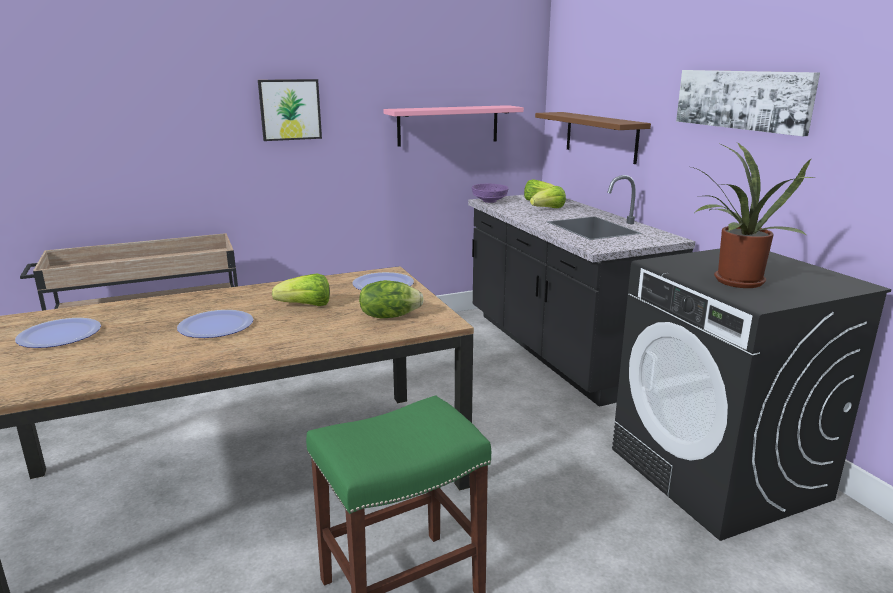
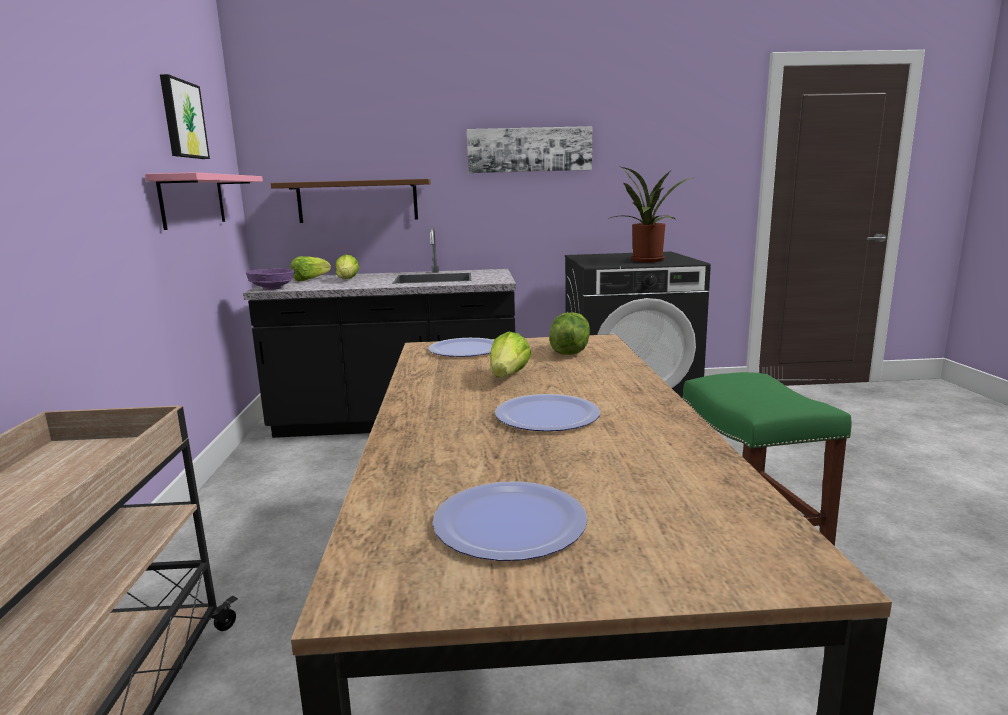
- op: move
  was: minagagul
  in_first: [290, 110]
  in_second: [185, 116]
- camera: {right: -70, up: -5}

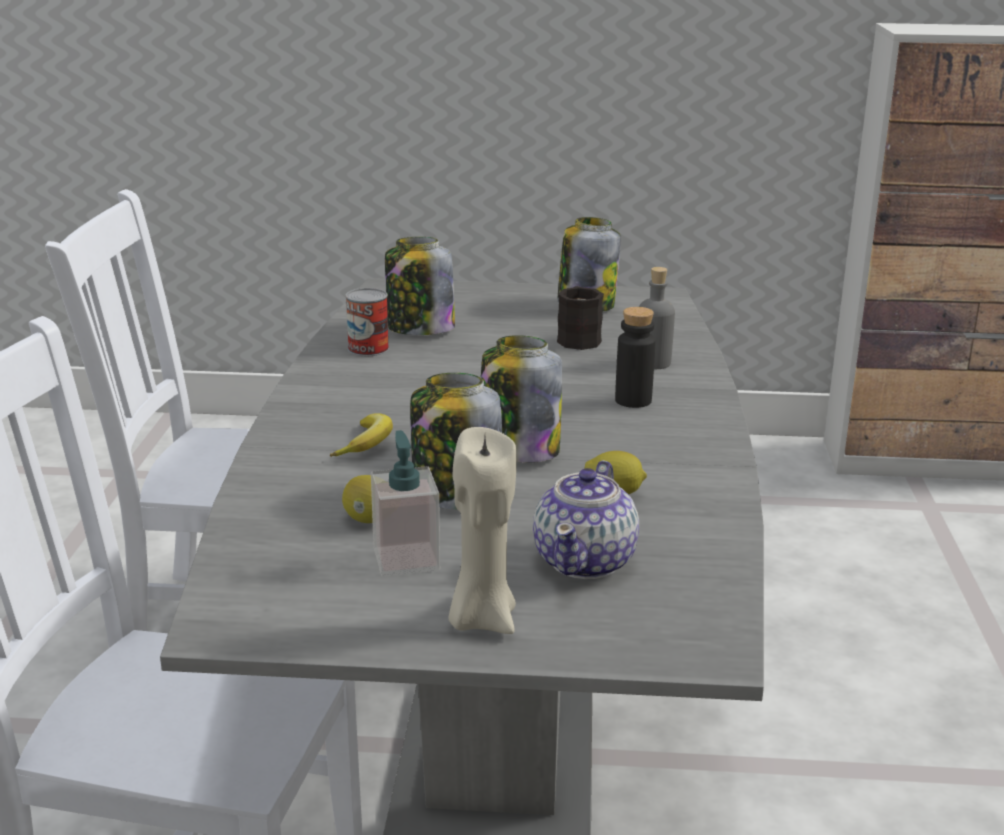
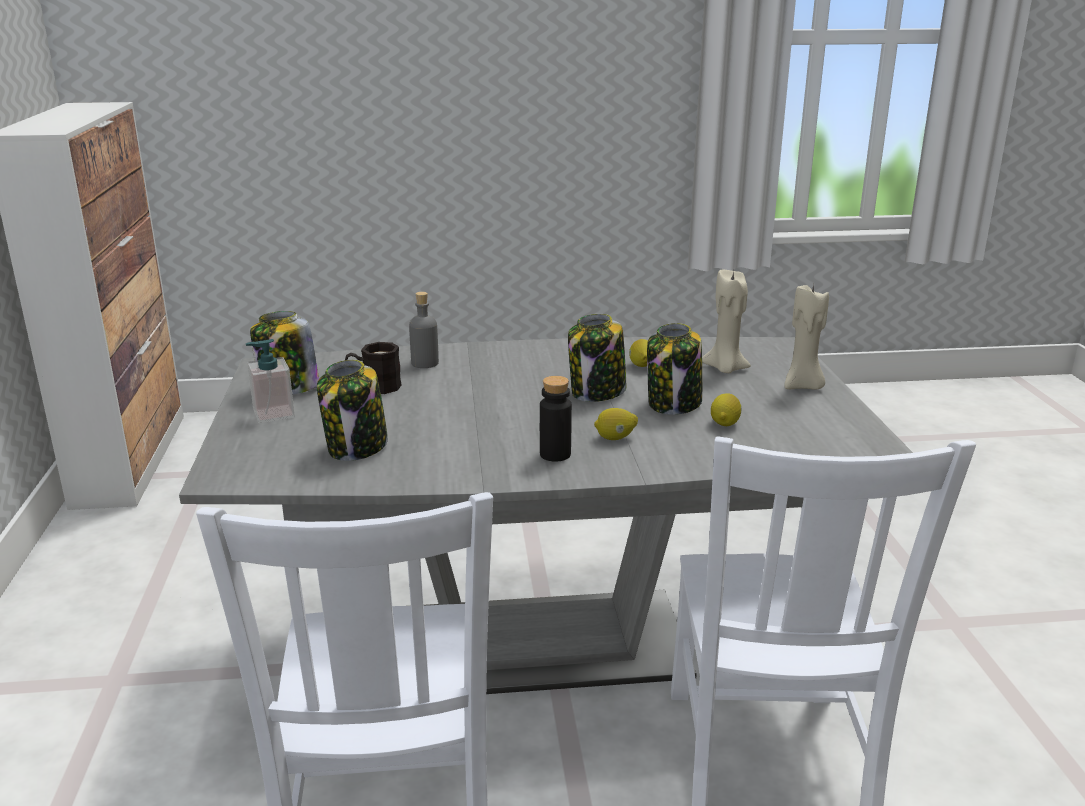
- op: move
  was: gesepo
  in_first: [405, 503]
  in_second: [270, 381]
- op: move
  was: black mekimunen
  in_first: [635, 357]
  in_second: [556, 419]
- op: replace
  was: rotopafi
  now: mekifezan
  in_first: [361, 435]
  in_second: [616, 424]
- op: replace
  was: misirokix
  now: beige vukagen
  in_first: [586, 519]
  in_second: [726, 321]
- op: delete
  was: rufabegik
  in_first: [367, 322]
- camera: {right: -100, up: 0}

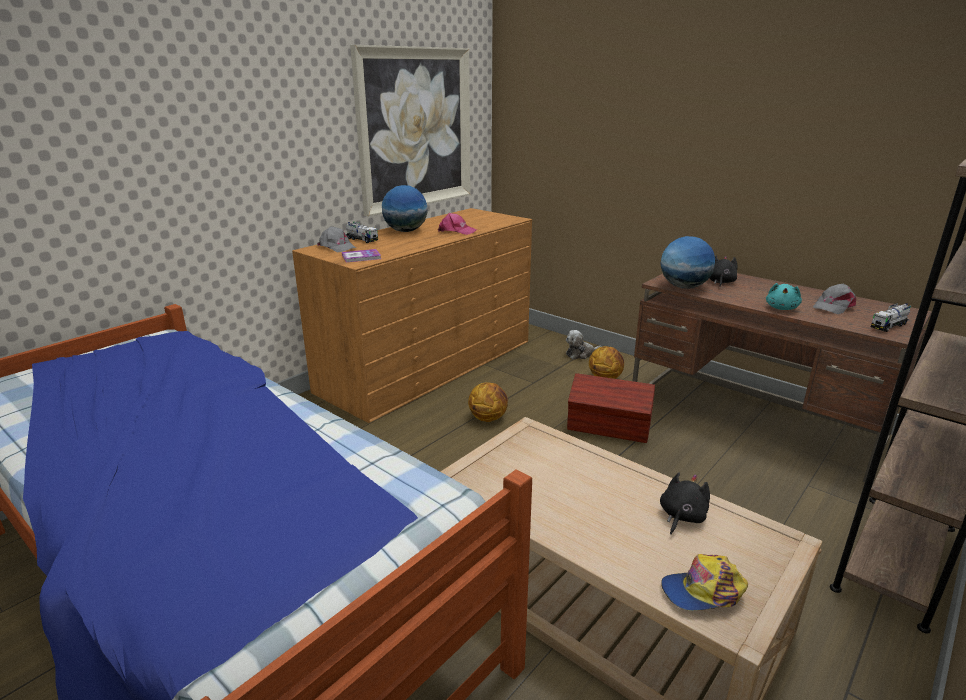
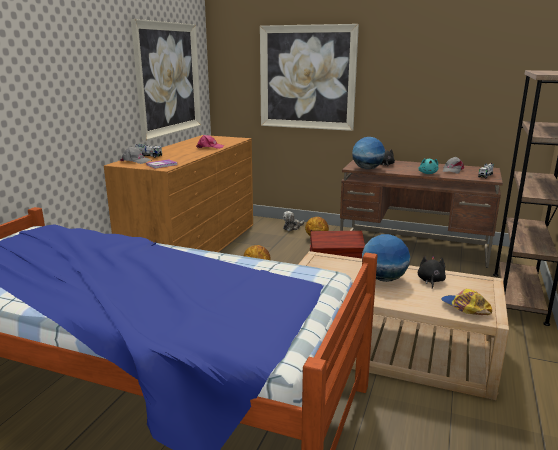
- op: insert
  now: minagagul
  in_second: [309, 77]
- op: move
  was: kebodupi
  in_first: [405, 208]
  in_second: [386, 258]
- op: rotate
  was: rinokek
  in_first: [704, 582]
  in_second: [466, 302]
  clockwise: 90
- camera: {right: -20, up: -5}

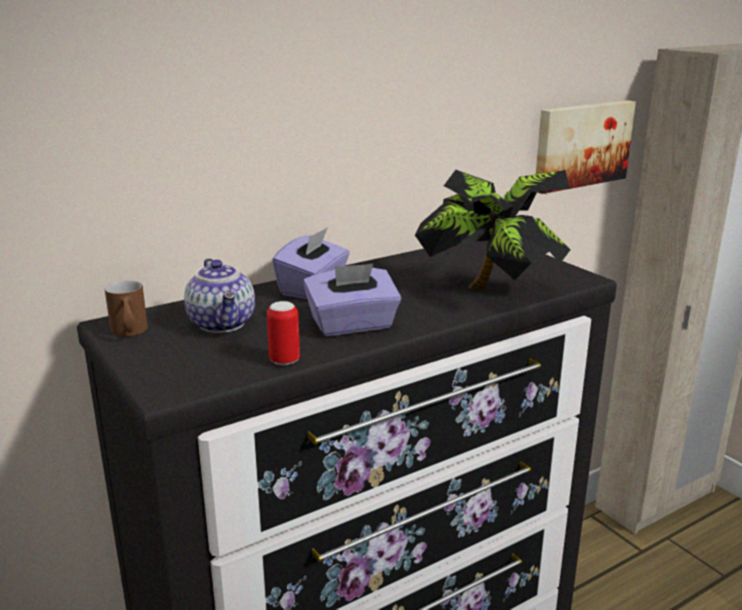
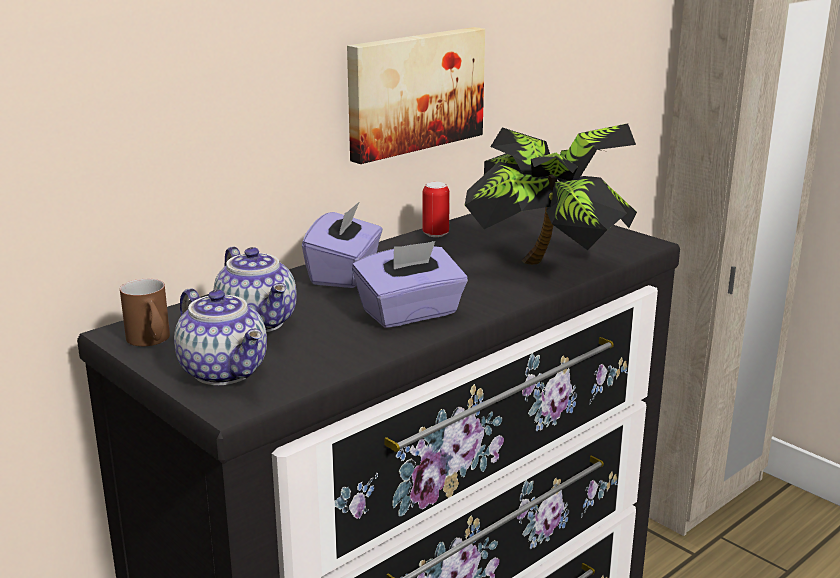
- op: insert
  now: misirokix
  in_second: [220, 336]
- op: move
  was: minagagul
  in_first: [586, 147]
  in_second: [416, 95]
- op: move
  was: rufabegik
  in_first: [283, 333]
  in_second: [436, 209]
- camera: {right: -10, up: 0}

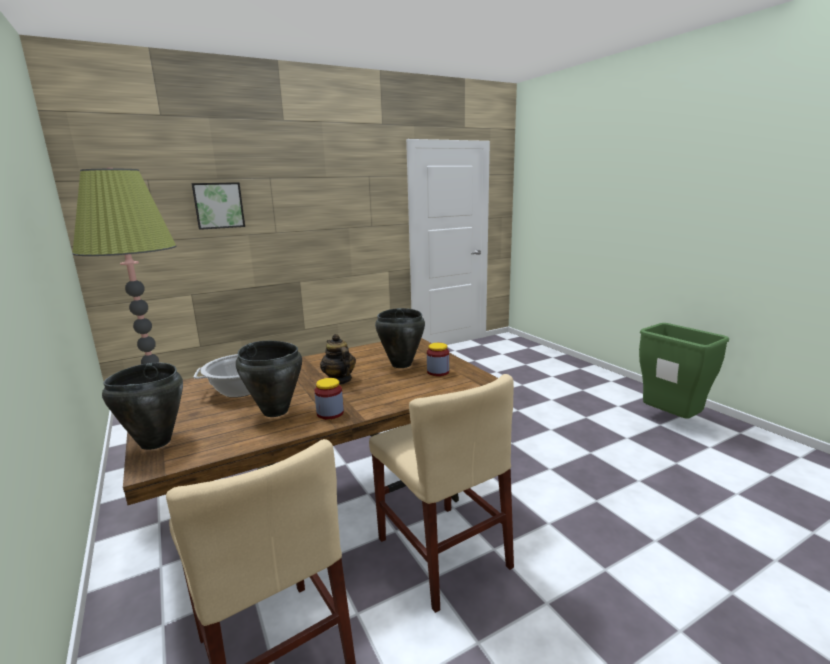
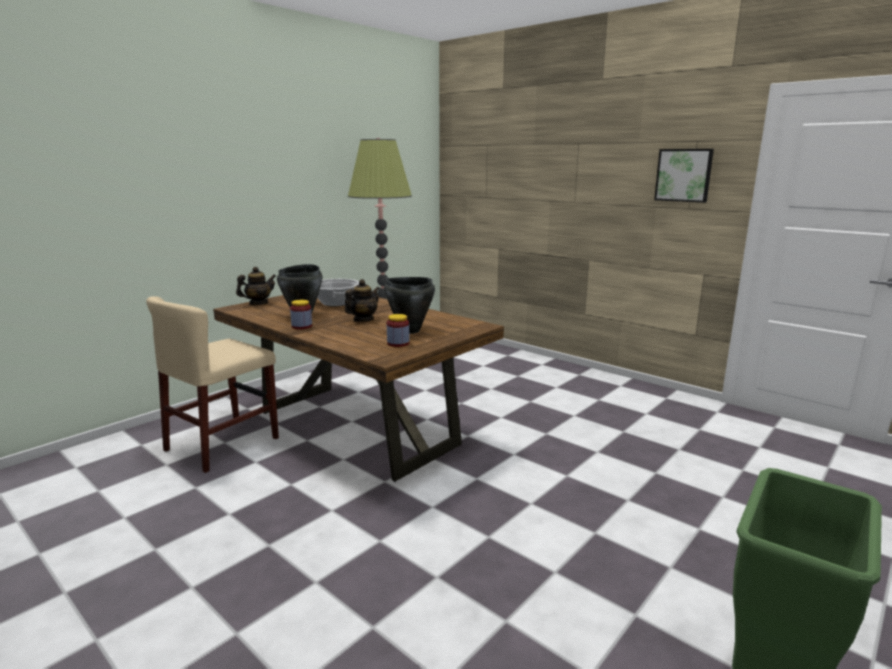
- op: replace
  was: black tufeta
  now: misirokix
  in_first: [142, 406]
  in_second: [256, 286]
- op: move
  was: minagagul
  in_first: [218, 206]
  in_second: [684, 176]
- op: delete
  was: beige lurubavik
  in_first: [441, 493]
- camera: {right: 70, up: 0}

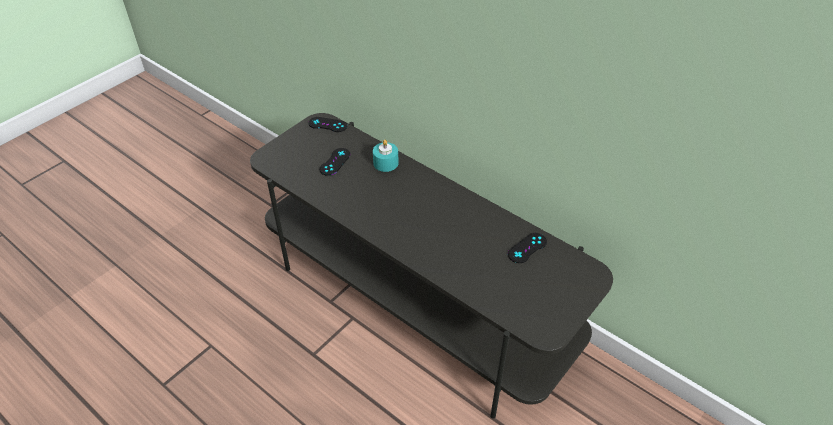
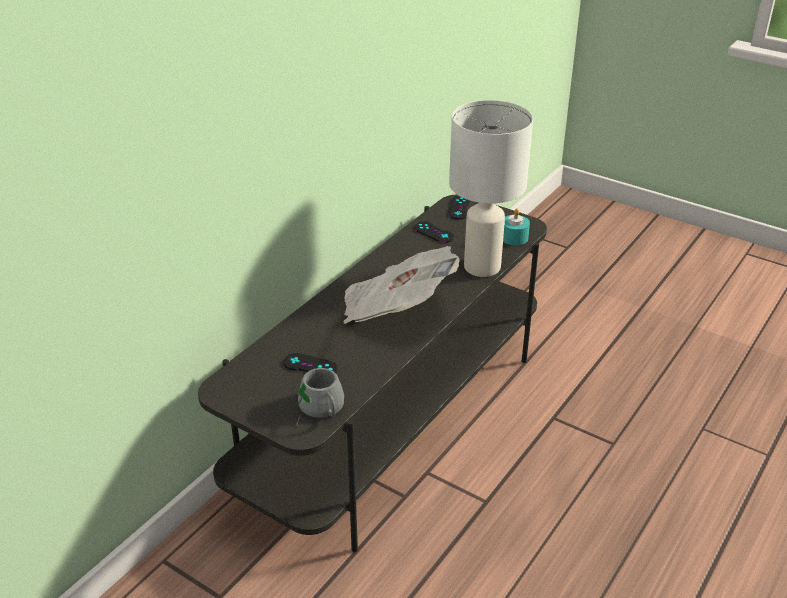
- op: insert
  now: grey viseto
  in_second: [320, 397]
- op: insert
  now: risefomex
  in_second: [401, 285]
- op: move
  was: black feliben
  in_first: [327, 124]
  in_second: [459, 208]
- op: insert
  now: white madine
  in_second: [491, 188]
- op: move
  was: turquoise vukagen
  in_first: [386, 156]
  in_second: [516, 227]
- camera: {right: -95, up: -10}

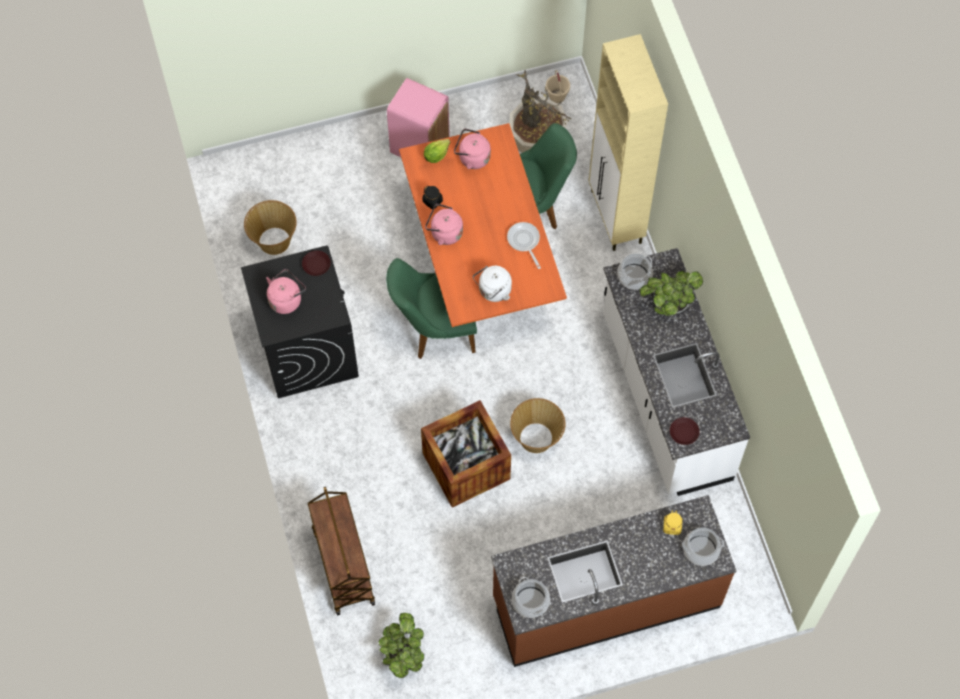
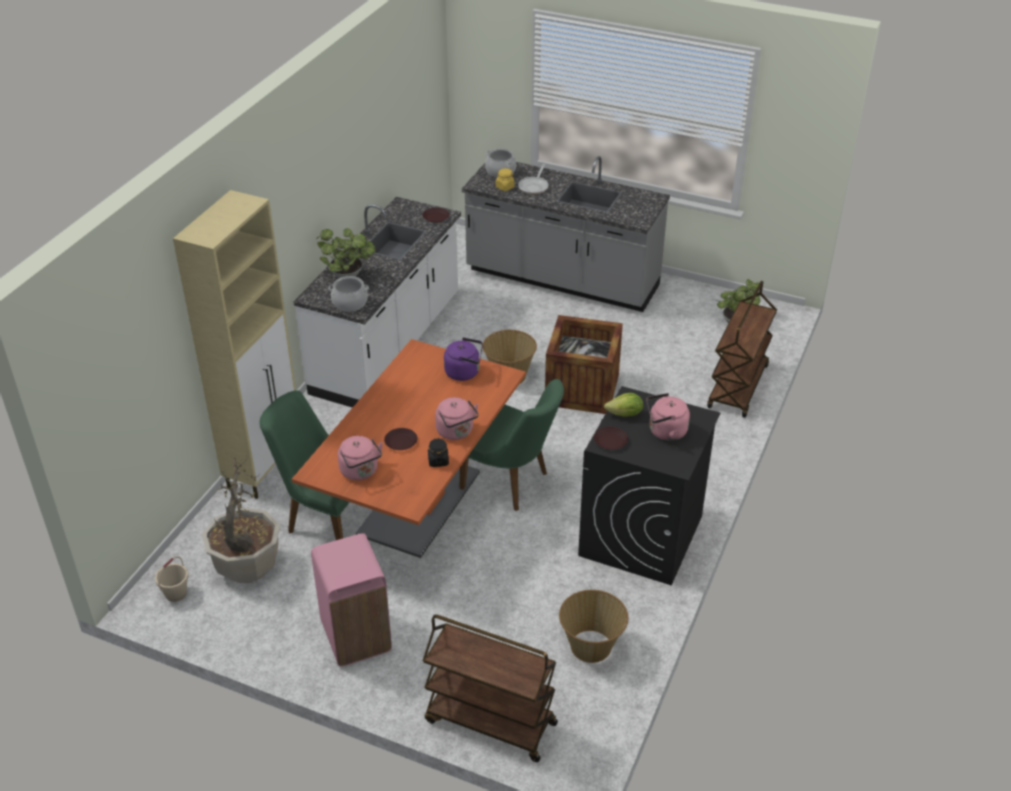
- op: insert
  now: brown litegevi
  in_second: [401, 439]
- op: insert
  now: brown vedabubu
  in_second: [490, 688]
- op: recolor
  was: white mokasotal
  now: purple mokasotal
  in_first: [492, 284]
  in_second: [463, 359]
- op: recolor
  was: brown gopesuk
  now: grey gopesuk
  in_first: [613, 581]
  in_second: [566, 234]
- op: move
  was: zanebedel
  in_first: [524, 245]
  in_second: [533, 179]
- op: move
  was: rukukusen
  in_first: [437, 151]
  in_second: [623, 405]
- op: delete
  was: tufeta
  in_first: [531, 597]
- camera: {right: -140, up: -25}

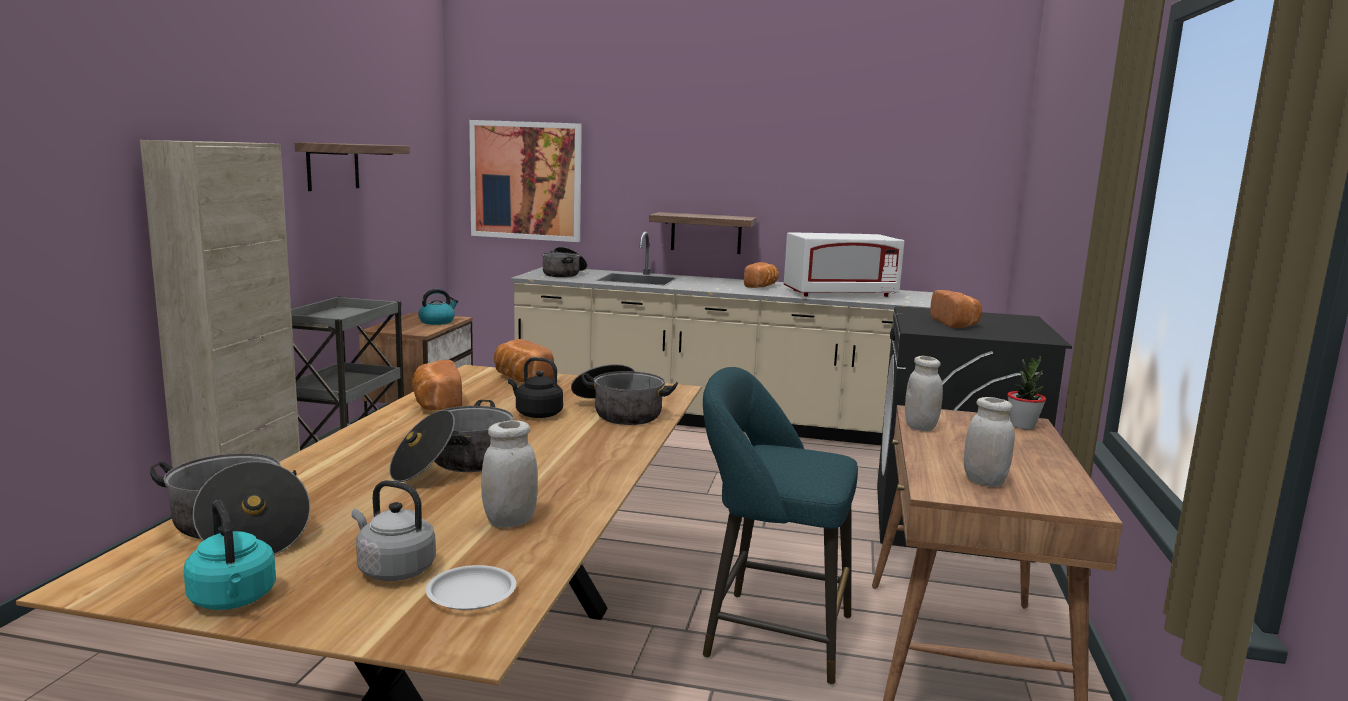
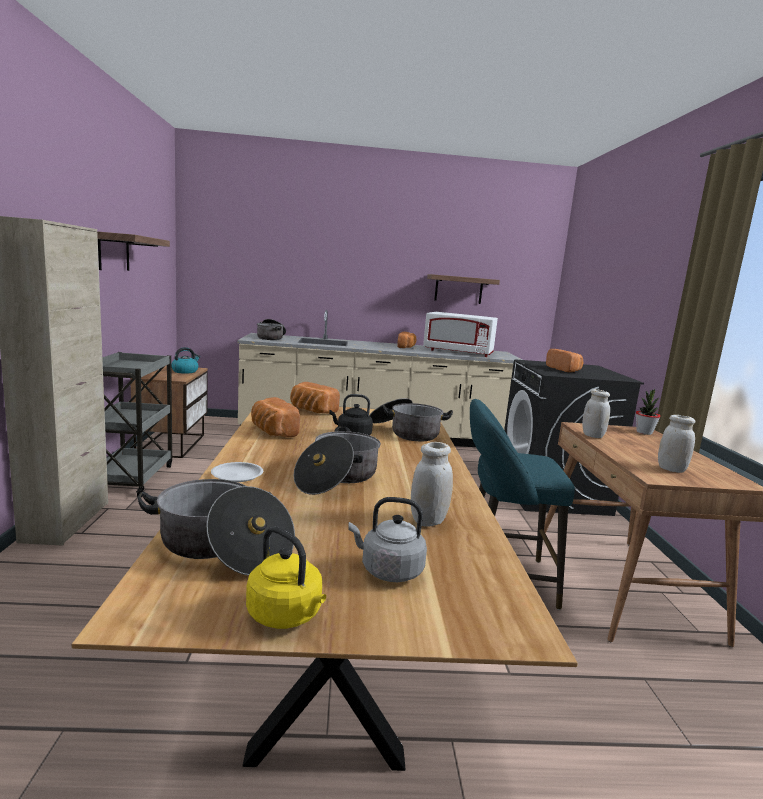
- op: move
  was: white litegevi
  in_first: [471, 587]
  in_second: [237, 472]
- op: recolor
  was: turquoise mokasotal
  now: yellow mokasotal
  in_first: [230, 555]
  in_second: [286, 577]
- op: rotate
  was: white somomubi
  in_first: [844, 264]
  in_second: [460, 334]
  clockwise: 45
- op: move
  was: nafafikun
  in_first: [702, 233]
  in_second: [463, 289]
- op: delete
  was: minagagul
  in_first: [525, 181]
- camera: {right: -15, up: 0}

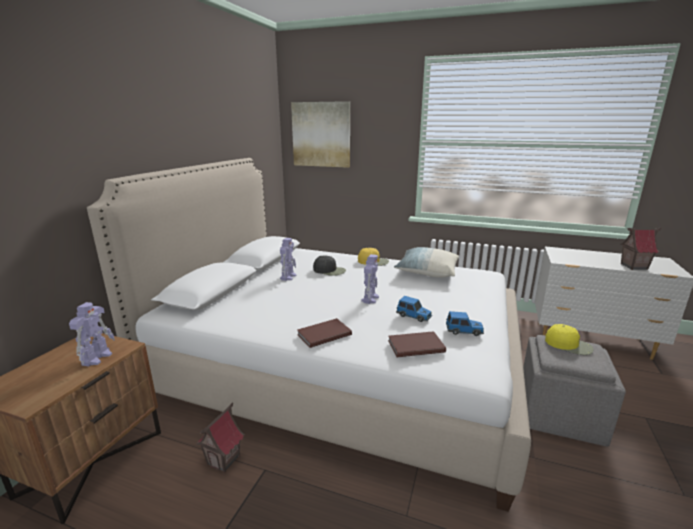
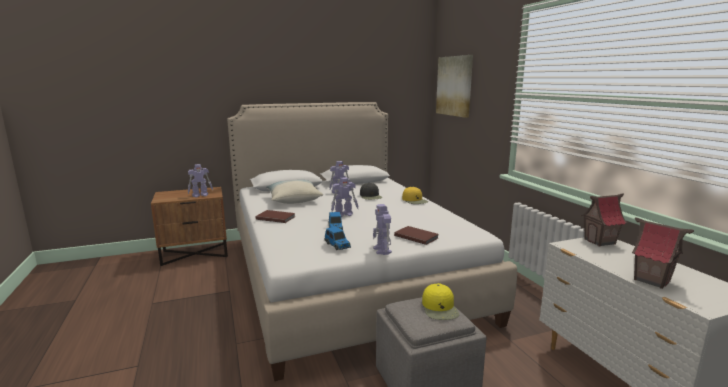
- op: move
  was: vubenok
  in_first: [426, 262]
  in_second: [294, 192]
- op: insert
  now: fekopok
  in_second: [382, 229]
- op: move
  was: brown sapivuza
  in_first: [417, 344]
  in_second: [416, 235]
- op: move
  was: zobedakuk
  in_first: [220, 437]
  in_second: [604, 220]
- camera: {right: 50, up: -5}

